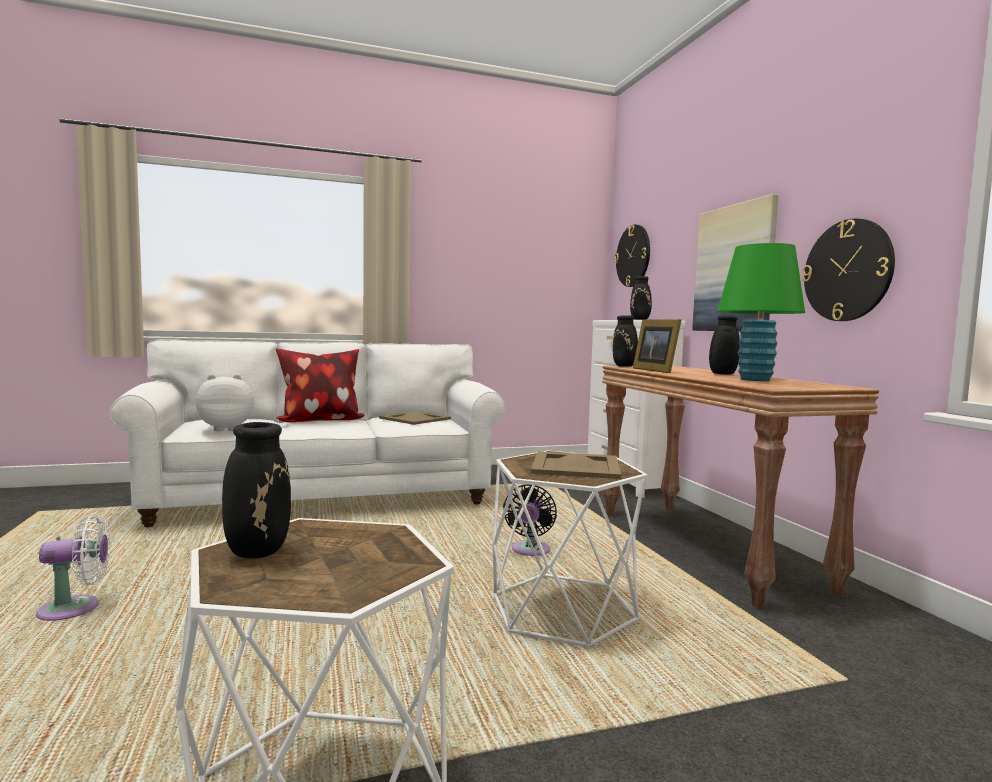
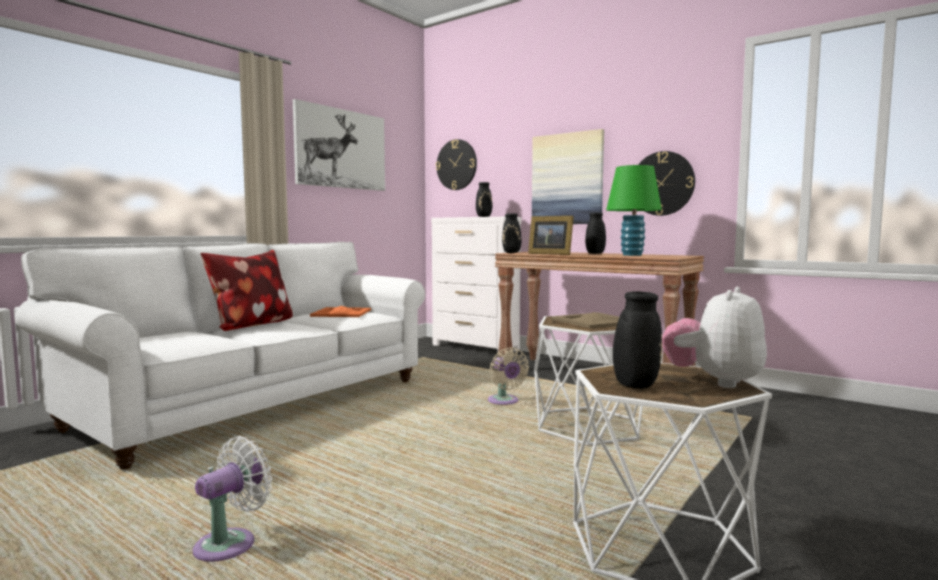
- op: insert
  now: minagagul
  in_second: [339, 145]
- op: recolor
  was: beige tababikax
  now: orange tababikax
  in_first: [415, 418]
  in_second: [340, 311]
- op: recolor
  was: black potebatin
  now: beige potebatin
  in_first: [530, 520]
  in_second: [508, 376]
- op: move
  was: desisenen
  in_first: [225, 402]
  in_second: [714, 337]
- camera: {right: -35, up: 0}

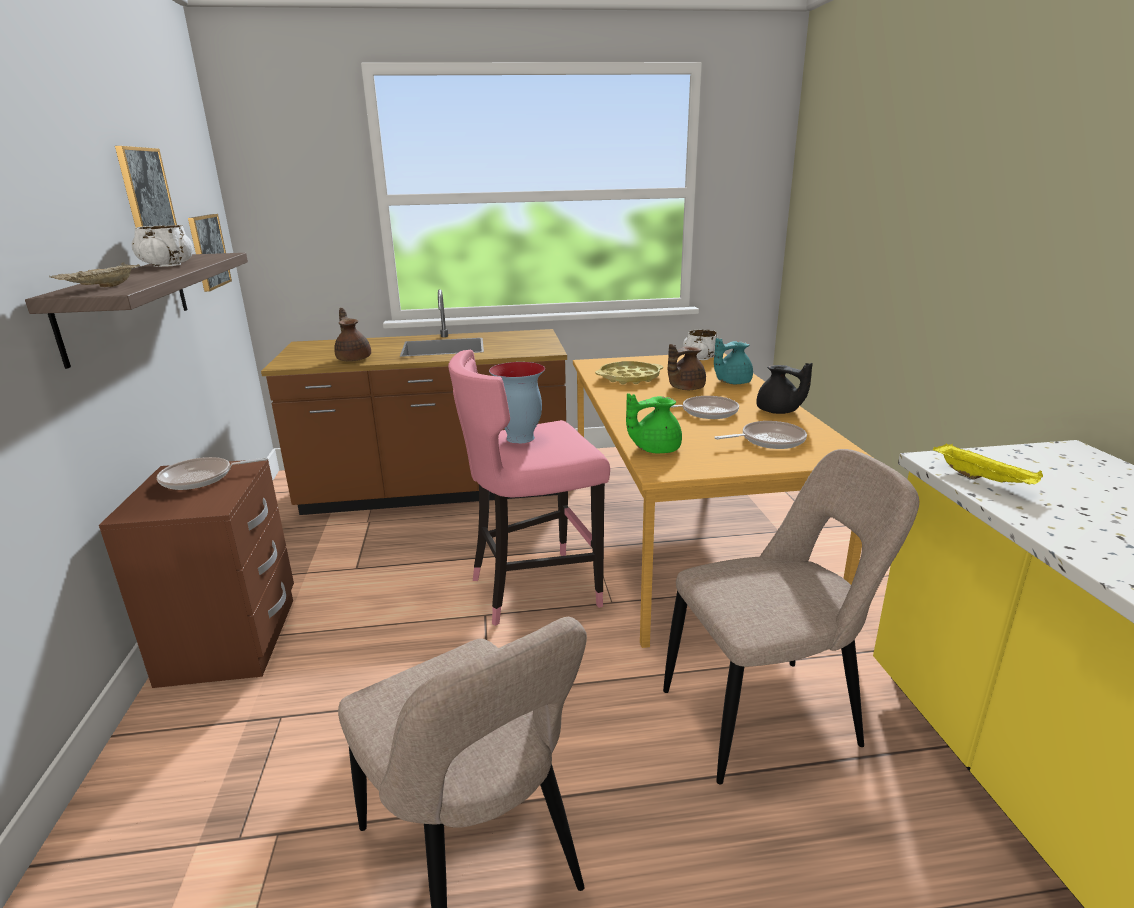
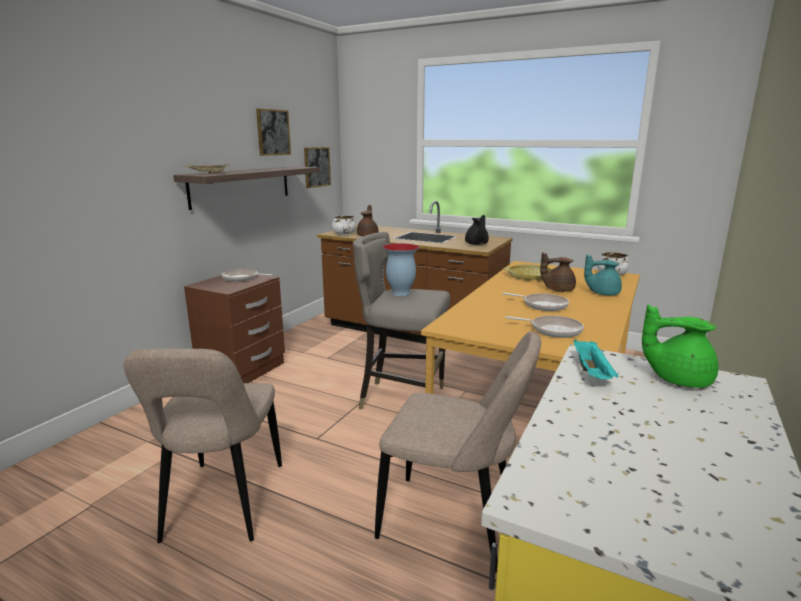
- op: move
  was: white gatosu
  in_first: [162, 246]
  in_second: [344, 225]
- op: recolor
  was: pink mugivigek
  now: grey mugivigek
  in_first: [529, 488]
  in_second: [401, 320]
- op: move
  was: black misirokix
  in_first: [784, 388]
  in_second: [477, 230]
- op: recolor
  was: yellow tababikax
  now: turquoise tababikax
  in_first: [988, 464]
  in_second: [596, 359]
- op: move
  was: green misirokix
  in_first: [654, 423]
  in_second: [680, 346]
- camera: {right: 35, up: -5}

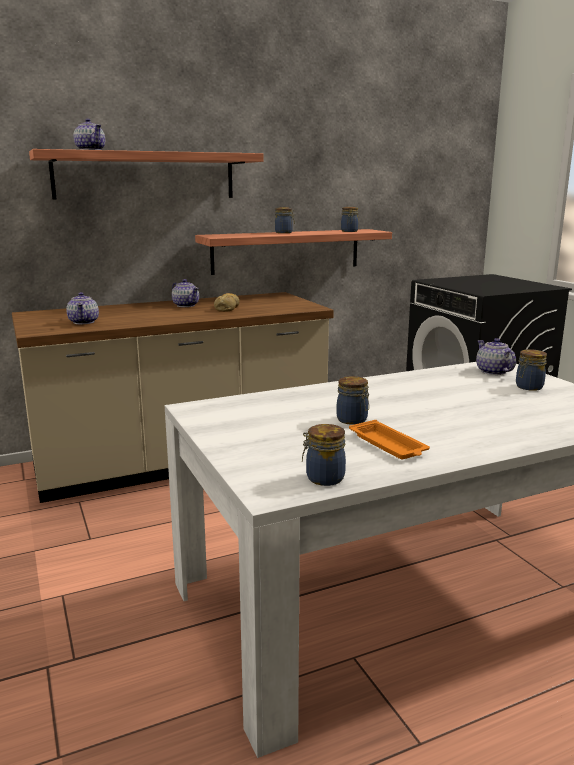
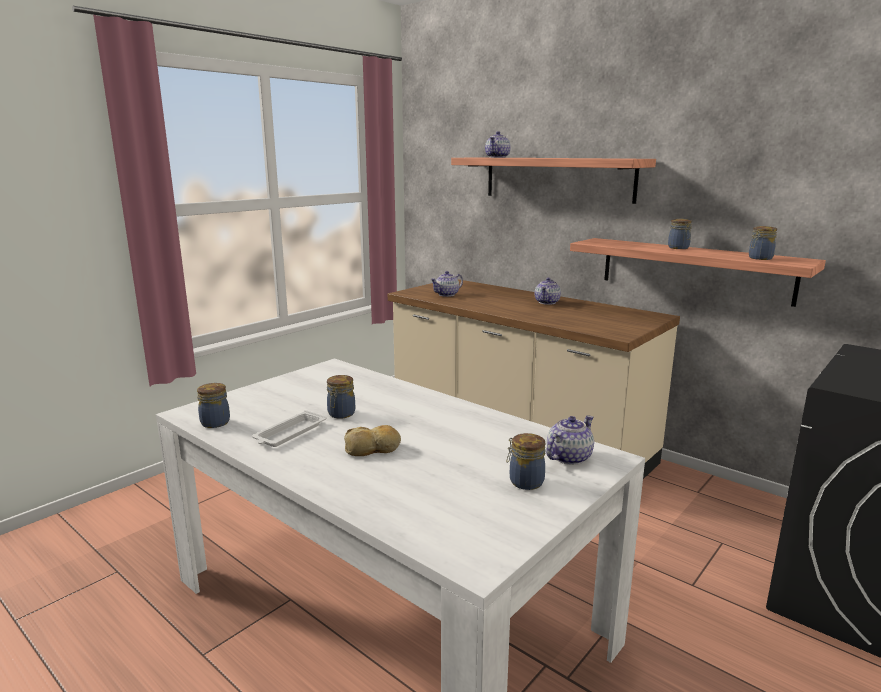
- op: recolor
  was: orange tababikax
  now: white tababikax
  in_first: [389, 439]
  in_second: [289, 428]
- op: move
  was: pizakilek
  in_first: [227, 302]
  in_second: [372, 440]
- camera: {right: 65, up: 0}

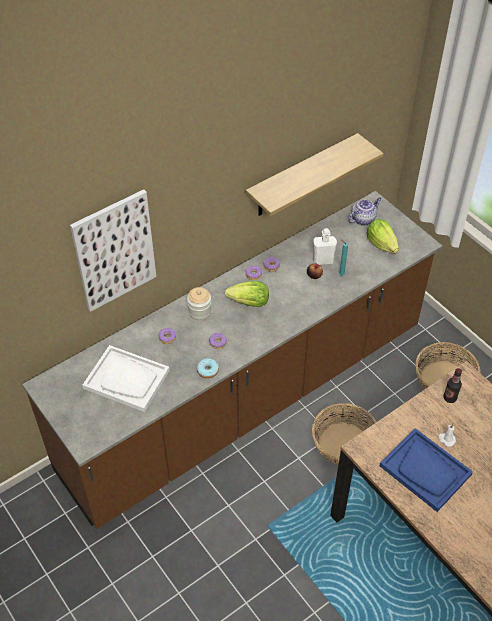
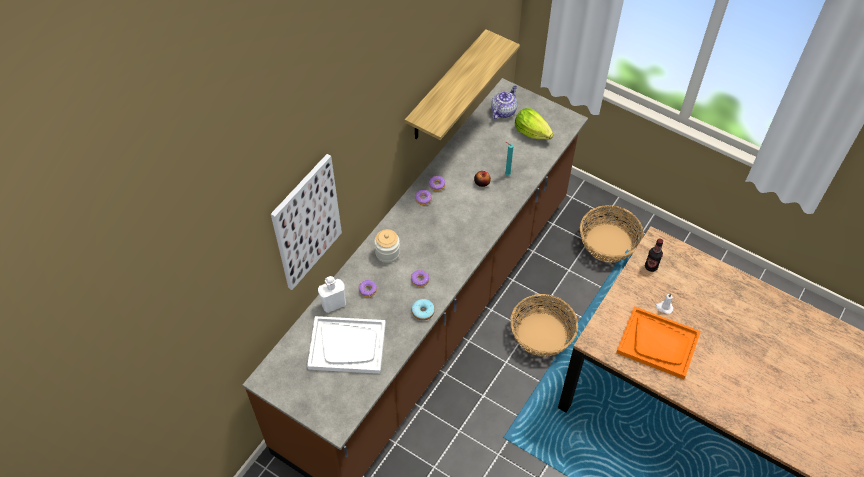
- op: move
  was: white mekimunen
  in_first: [325, 246]
  in_second: [332, 294]
- op: recolor
  was: blue tababikax
  now: orange tababikax
  in_first: [426, 470]
  in_second: [658, 342]
- op: delete
  was: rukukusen
  in_first: [247, 294]
- camera: {right: -20, up: 5}

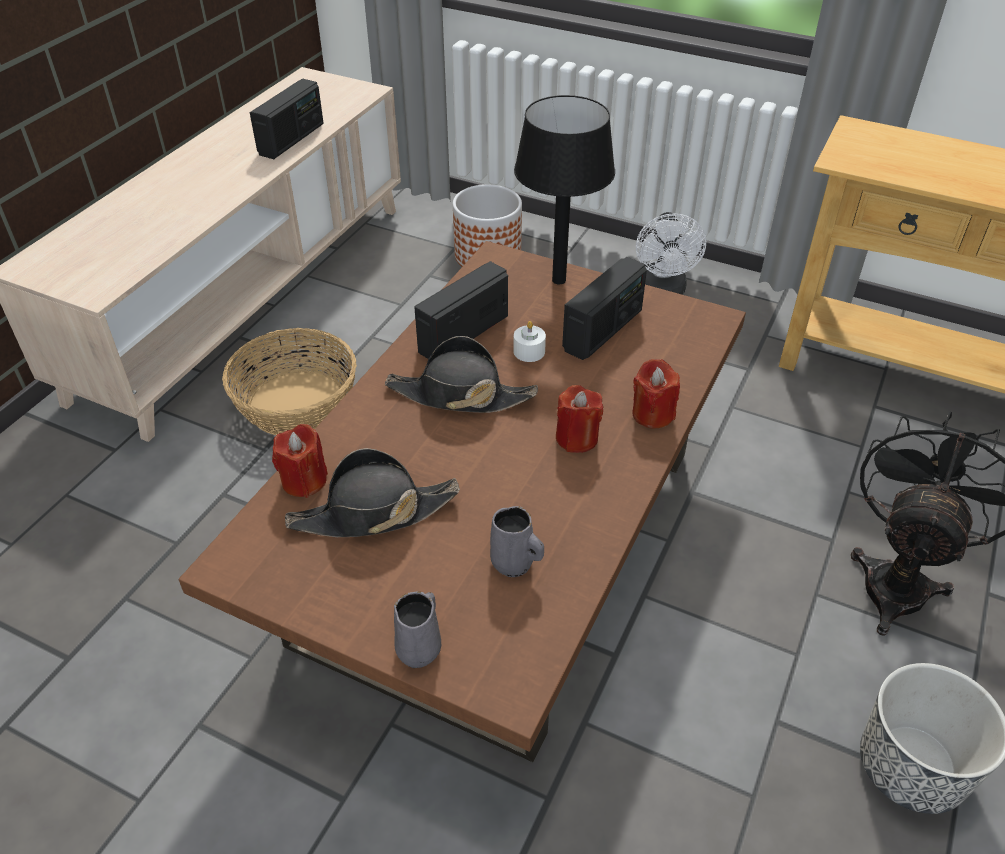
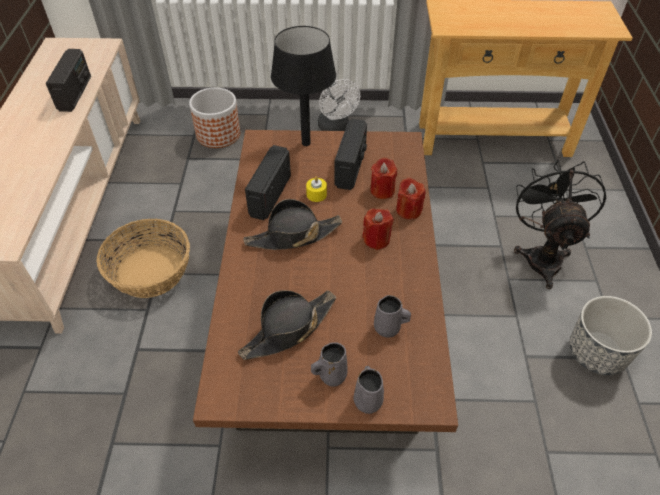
- op: recolor
  was: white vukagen
  now: yellow vukagen
  in_first: [529, 341]
  in_second: [316, 189]
- op: insert
  now: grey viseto
  in_second: [329, 364]
- op: move
  was: red vukagen
  in_first: [300, 461]
  in_second: [383, 178]
- camera: {right: -25, up: 5}

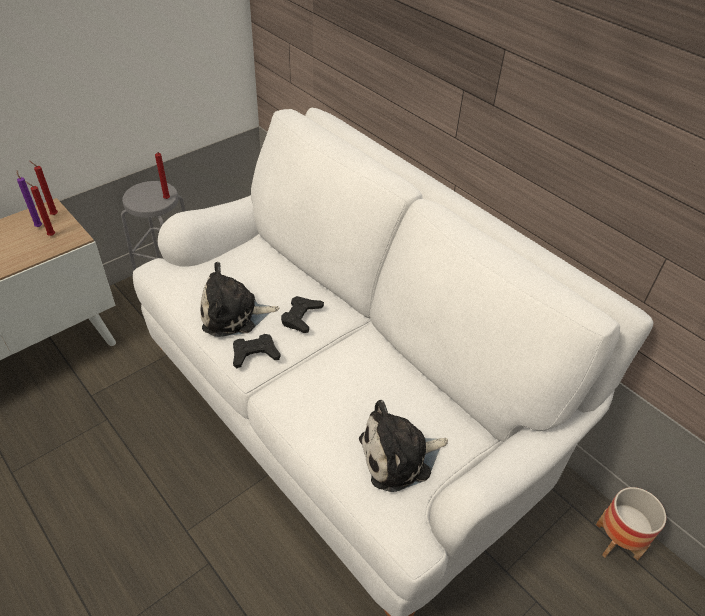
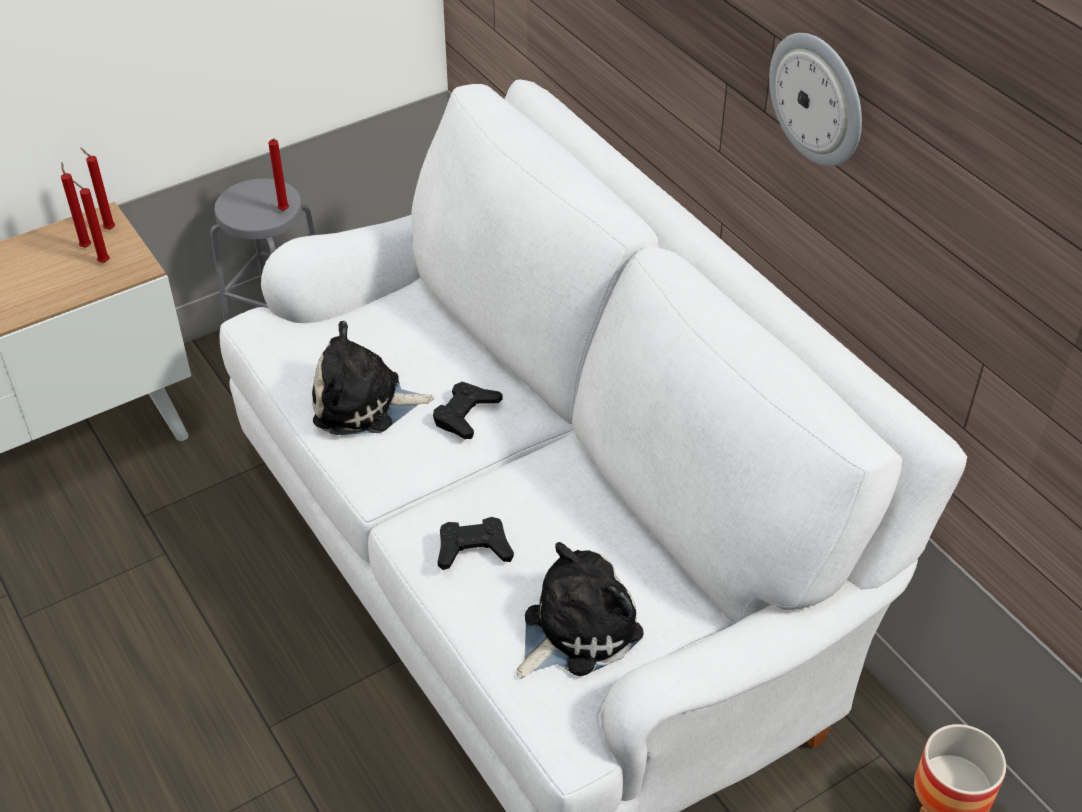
- op: recolor
  was: purple vukagen
  now: red vukagen
  in_first: [29, 199]
  in_second: [76, 205]
- op: move
  was: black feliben
  in_first: [257, 351]
  in_second: [476, 543]
- op: rotate
  was: desisenen
  in_first: [403, 446]
  in_second: [580, 610]
  clockwise: 150
- op: insert
  now: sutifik
  in_second: [815, 99]
- camera: {right: 10, up: 0}

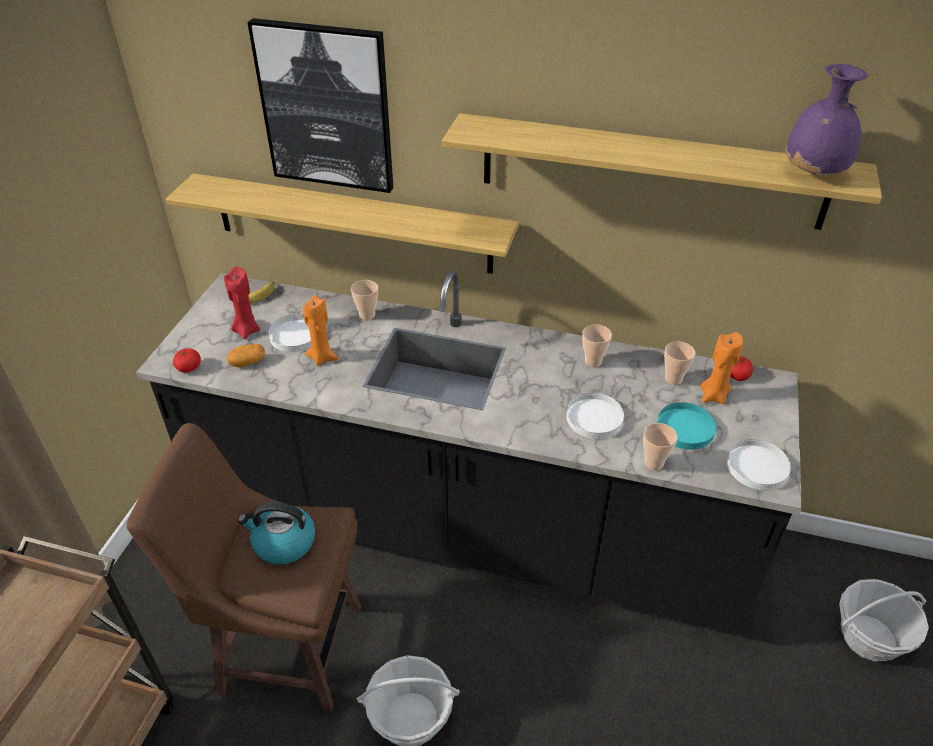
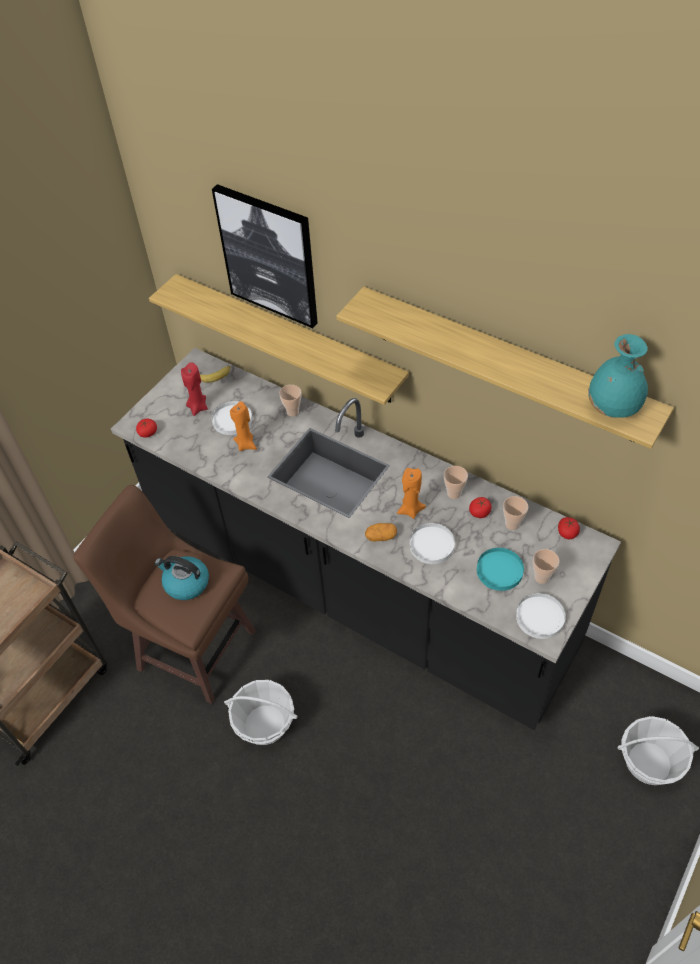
- op: move
  was: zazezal
  in_first: [246, 355]
  in_second: [381, 532]
- op: move
  was: orange vukagen
  in_first: [721, 368]
  in_second: [411, 493]
- op: insert
  now: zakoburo
  in_second: [480, 507]
- op: move
  was: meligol
  in_first: [660, 446]
  in_second: [546, 566]
- op: recolor
  was: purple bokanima
  now: turquoise bokanima
  in_first: [826, 120]
  in_second: [618, 376]
- camera: {right: 20, up: 10}

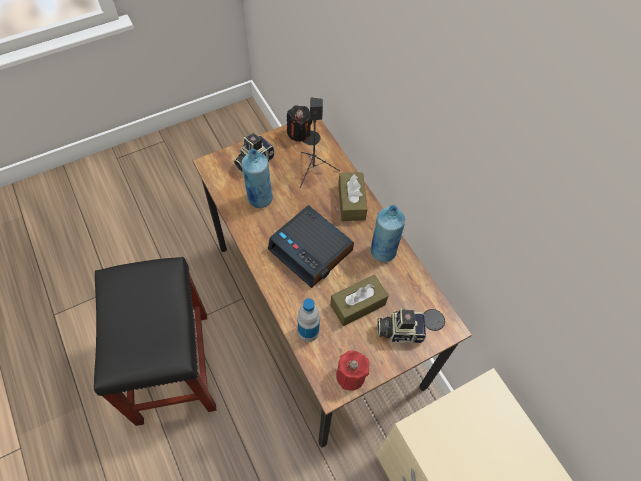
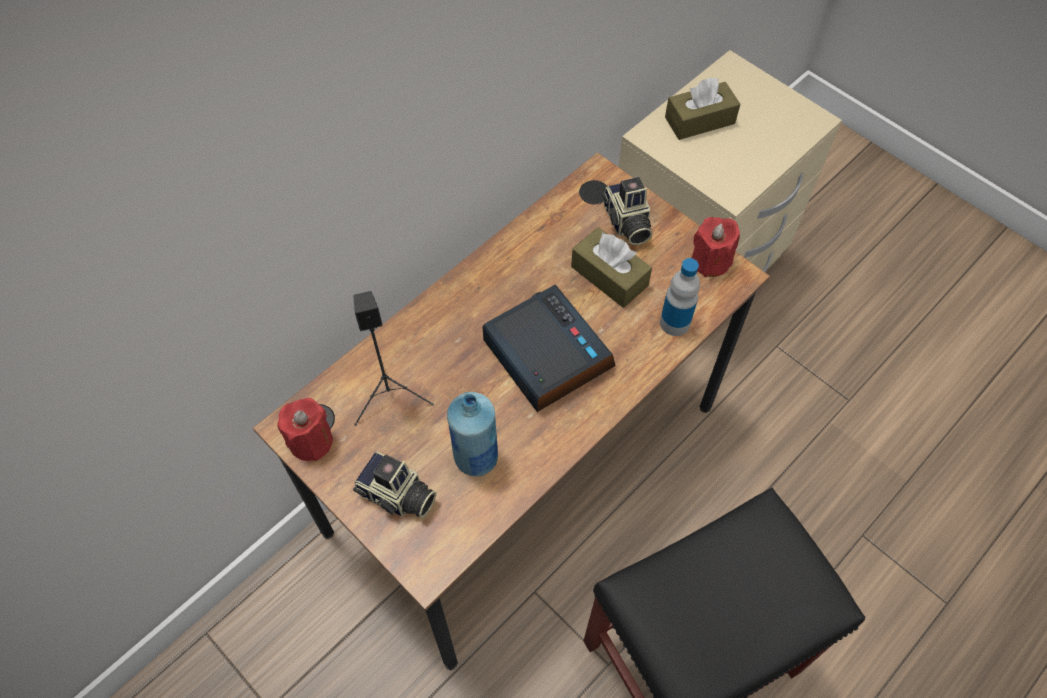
- op: recolor
  was: black vukagen
  now: red vukagen
  in_first: [300, 123]
  in_second: [305, 429]
- op: rotate
  was: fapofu
  in_first: [311, 246]
  in_second: [548, 348]
  clockwise: -60
- op: move
  was: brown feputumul
  in_first: [352, 196]
  in_second: [702, 109]
- op: delete
  was: blue mekimunen
  in_first: [388, 233]
- camera: {right: -105, up: 0}

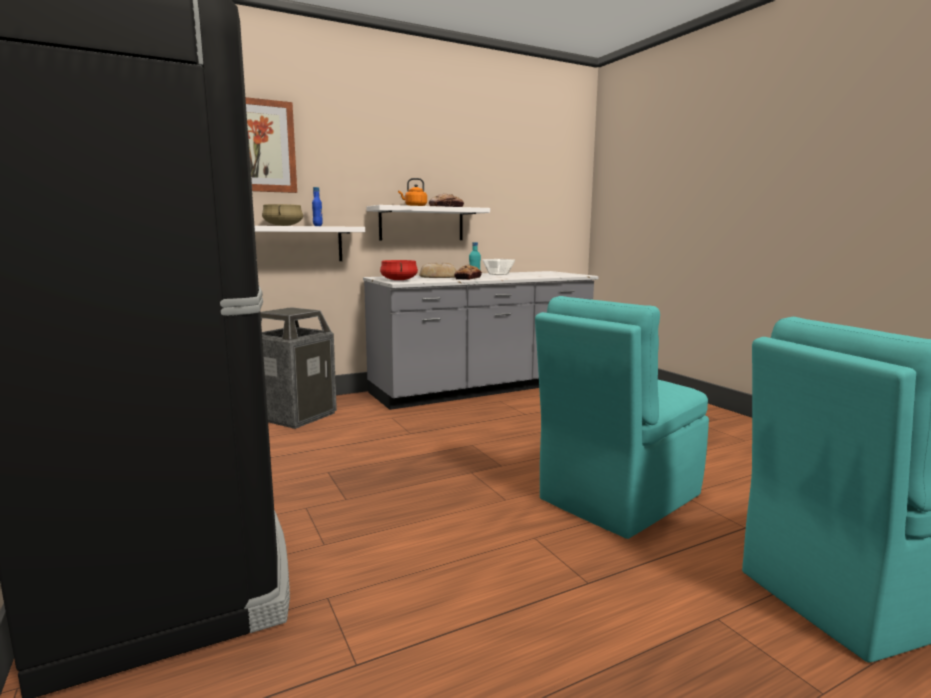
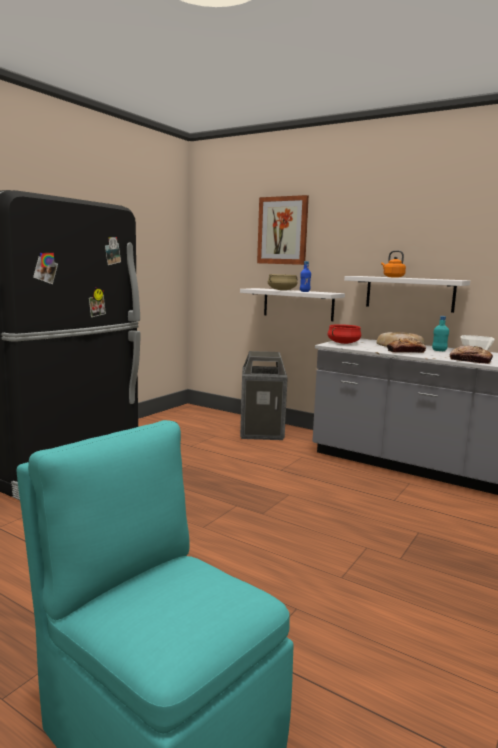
- op: move
  was: pizakilek
  in_first: [446, 200]
  in_second: [471, 354]
- op: delete
  was: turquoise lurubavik
  in_first: [622, 417]
- camera: {right: 60, up: 0}

